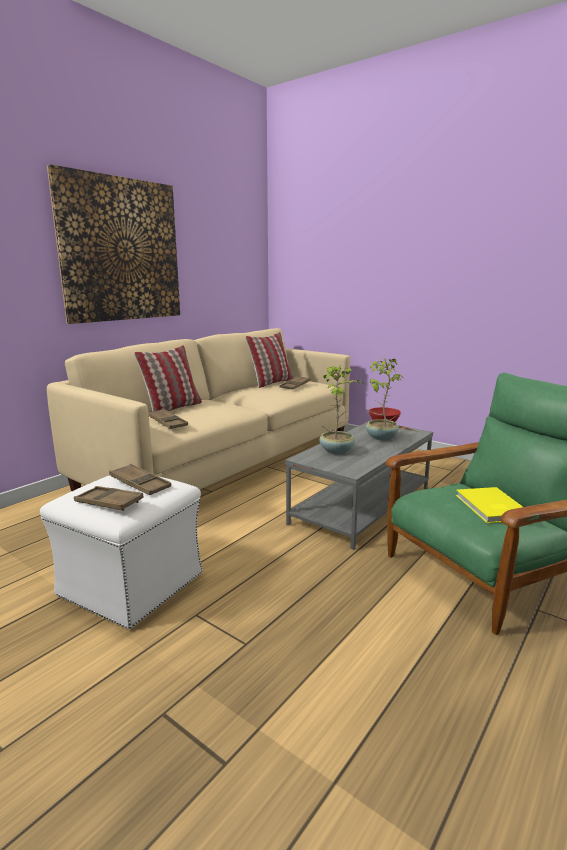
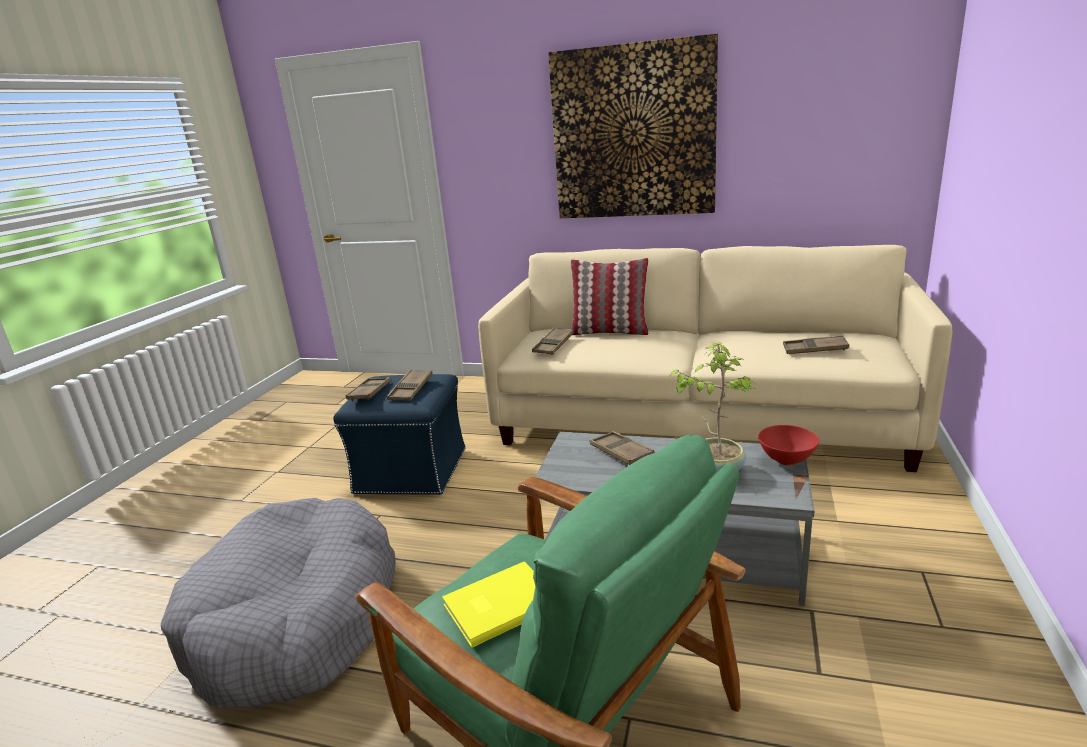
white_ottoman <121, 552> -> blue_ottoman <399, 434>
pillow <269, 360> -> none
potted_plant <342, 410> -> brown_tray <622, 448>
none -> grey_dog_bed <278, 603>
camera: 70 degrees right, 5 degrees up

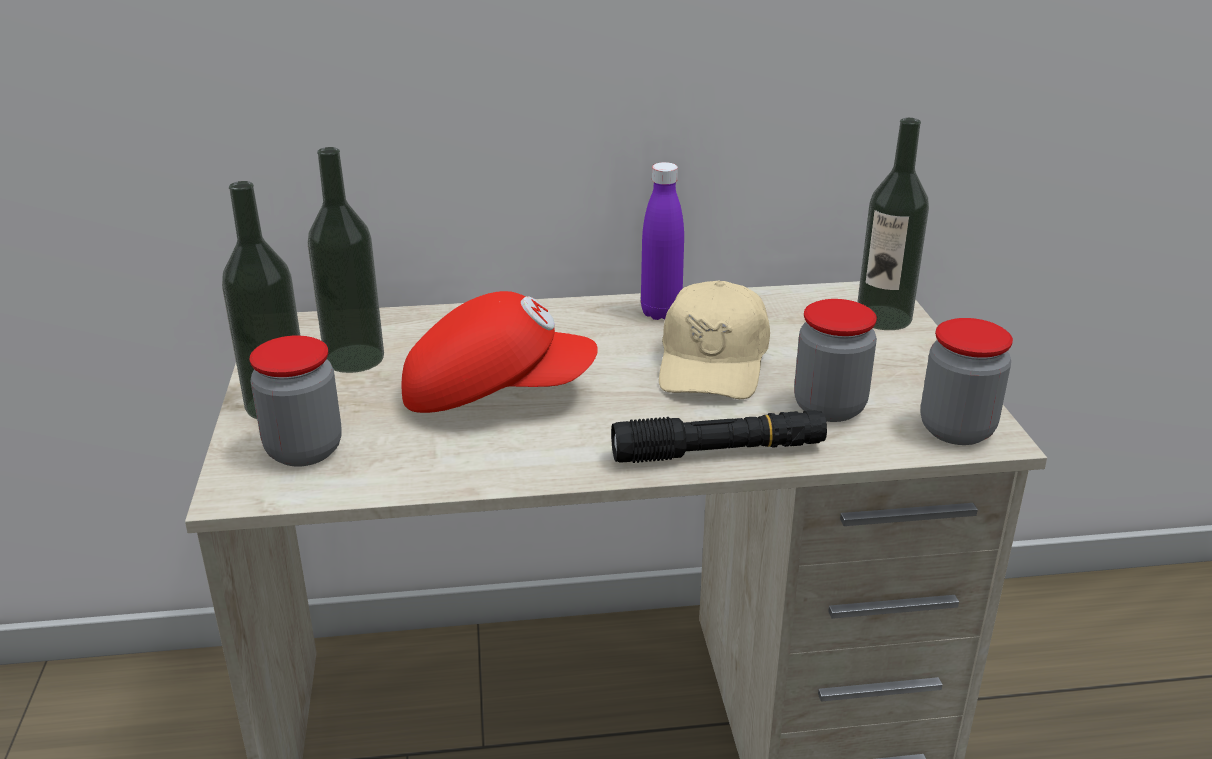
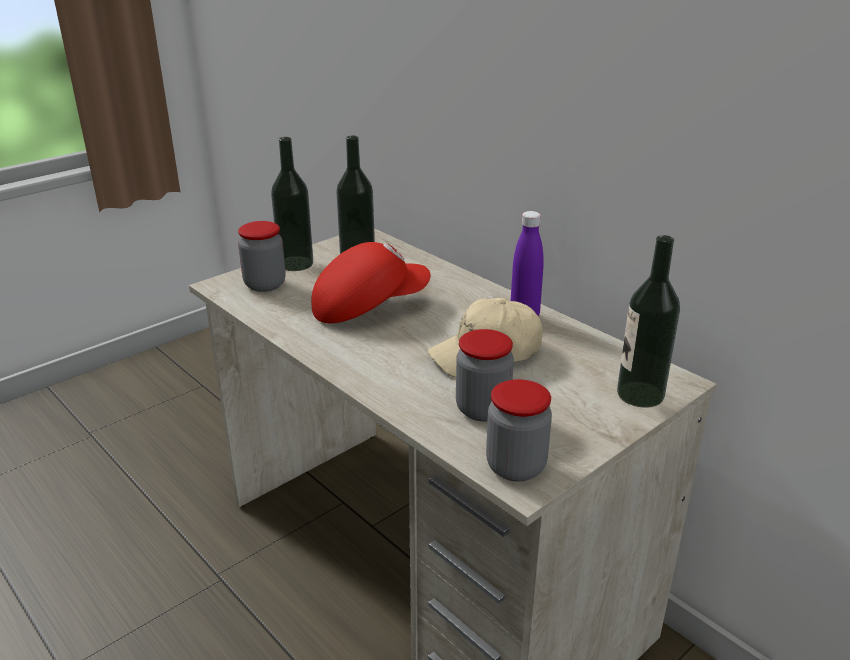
red_cap <500, 352> -> red_cap <371, 282>, 75 degrees counterclockwise
black_flashlight <719, 436> -> none
camera: 55 degrees right, 0 degrees up

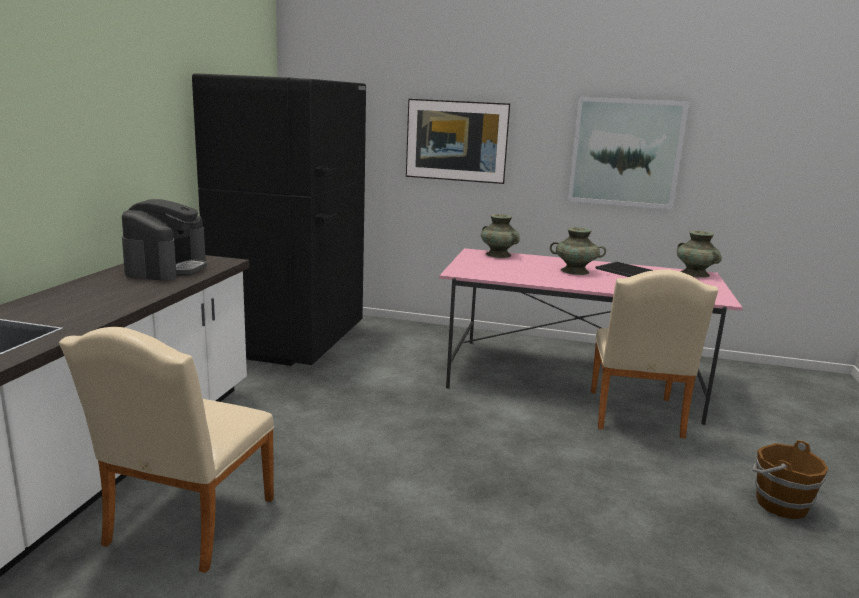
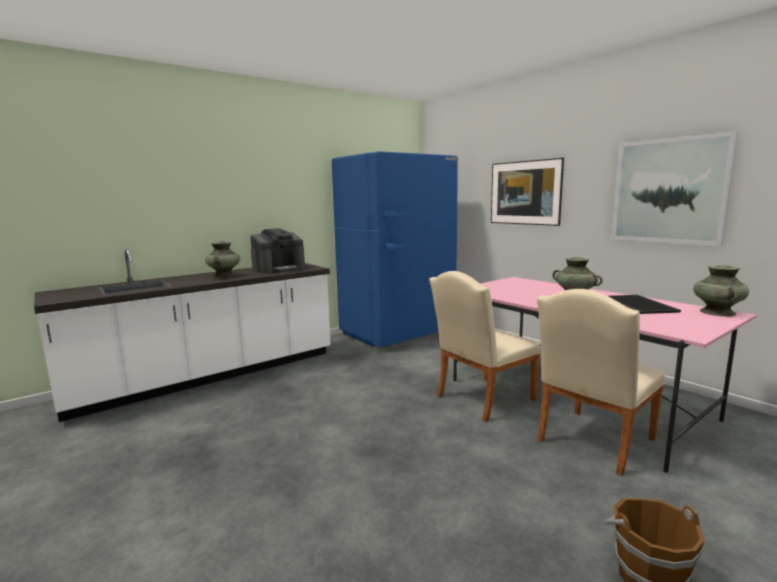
beige_chair <166, 450> -> beige_chair <484, 346>, shifted
black_fridge <279, 219> -> blue_fridge <395, 249>
turquoise_vase <500, 236> -> turquoise_vase <222, 259>, shifted
camera: 40 degrees right, 5 degrees down

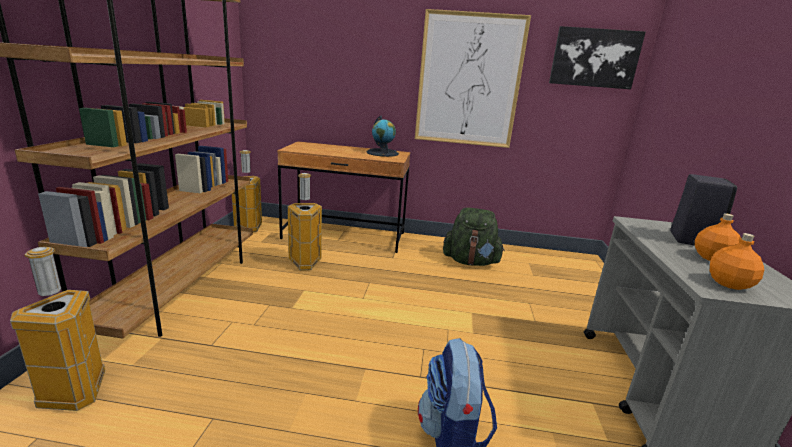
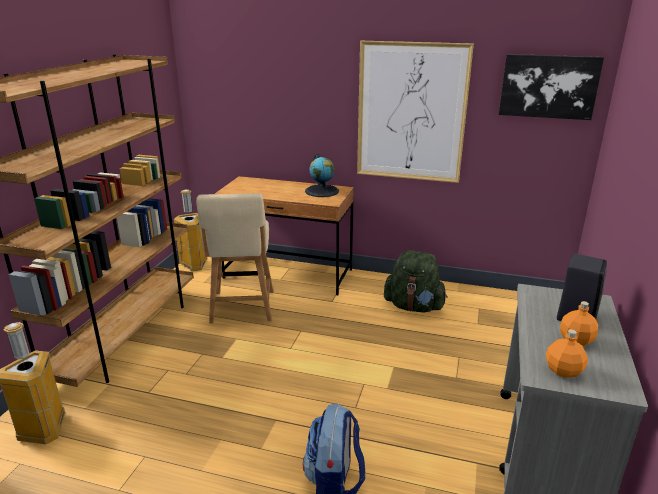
trash_can <305, 222> -> beige_chair <234, 258>
camera: 10 degrees right, 5 degrees up

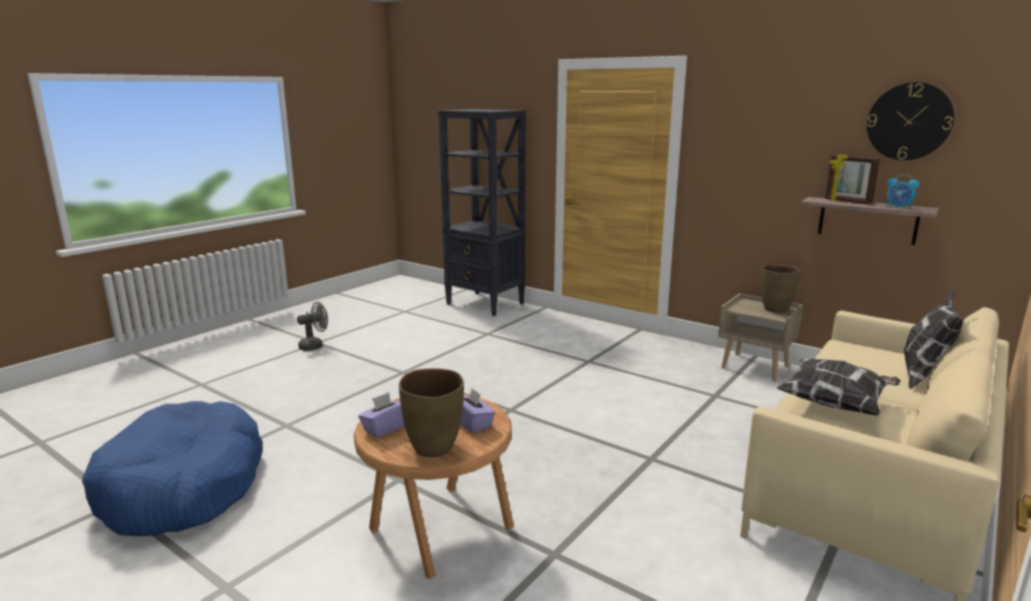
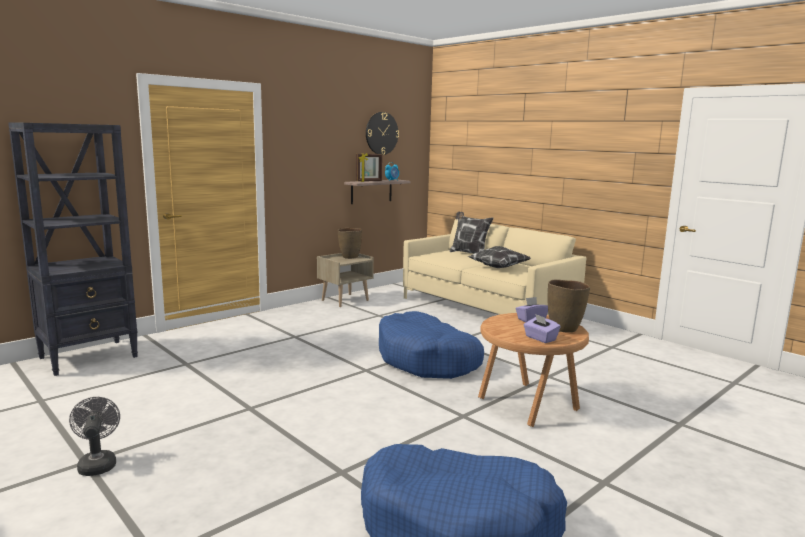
none -> blue_dog_bed <431, 345>
camera: 80 degrees left, 5 degrees down

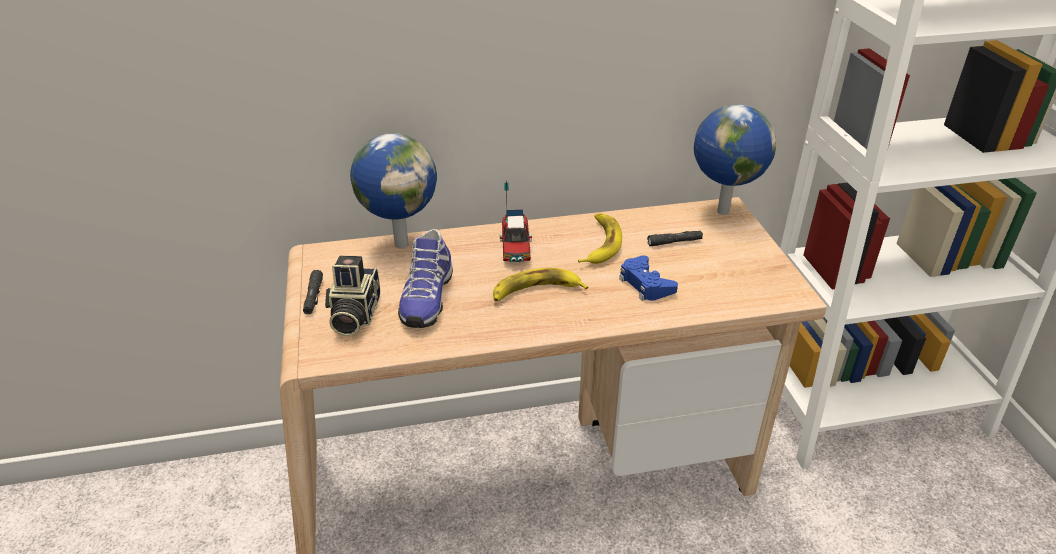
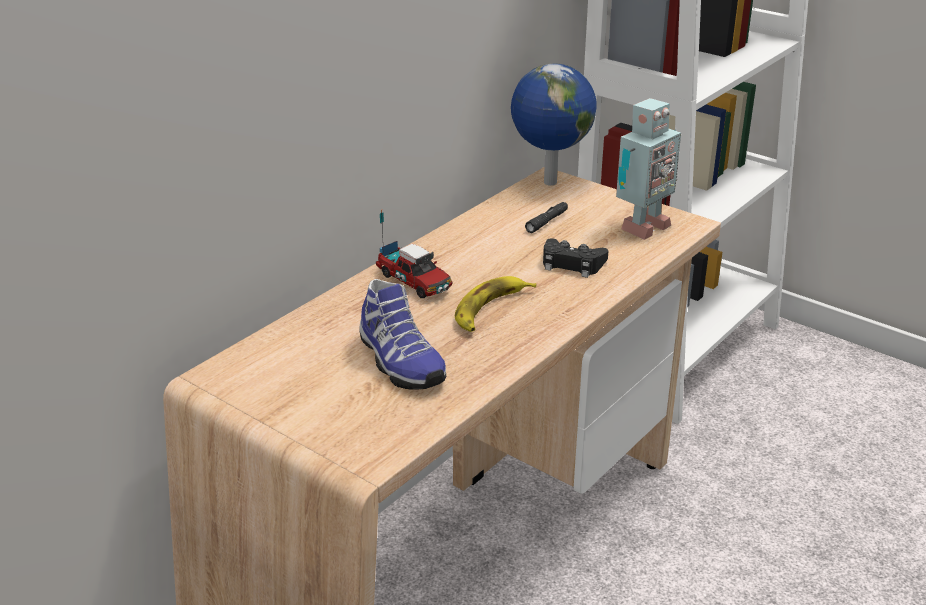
black_flashlight <313, 292> -> none
photo_camera <352, 296> -> none
globe <393, 191> -> none
banana <600, 238> -> none
blue_game_controller <648, 278> -> black_game_controller <575, 258>
none -> toy_robot <648, 169>
camera: 40 degrees left, 5 degrees down

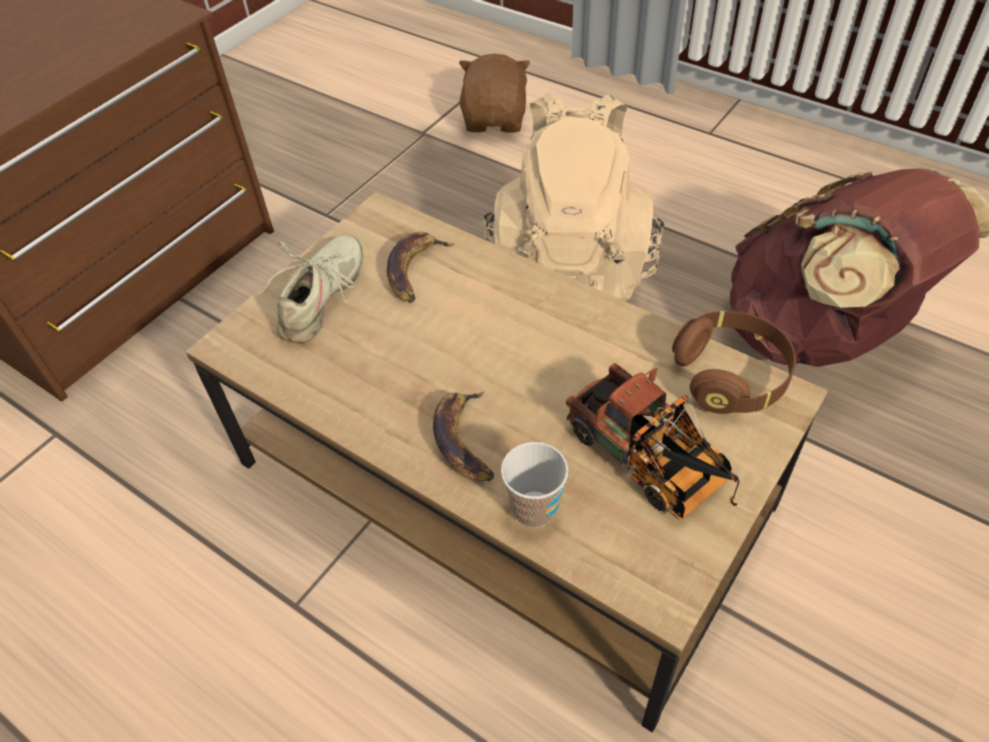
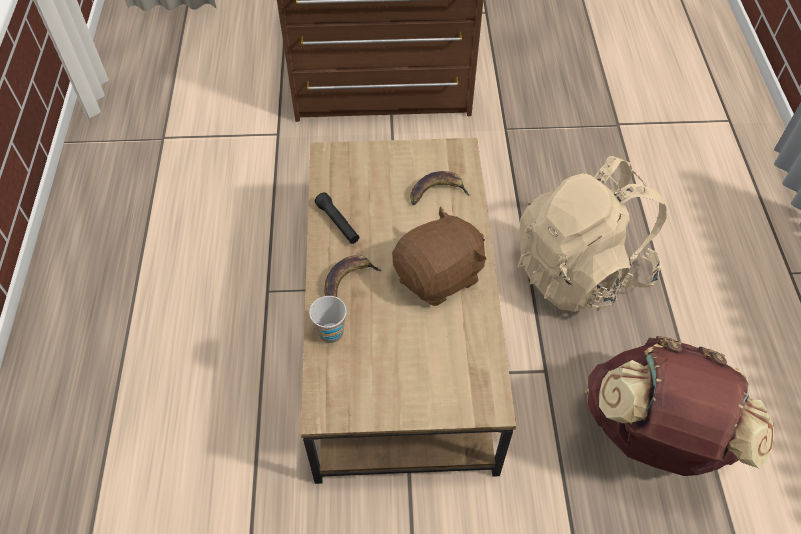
beige_shoe <311, 289> -> none
brown_plush_toy <494, 93> -> brown_plush_toy <439, 256>, shifted
toy_truck <652, 441> -> none
brown_headphones <734, 362> -> none
none -> black_flashlight <337, 218>
camera: 50 degrees right, 5 degrees up

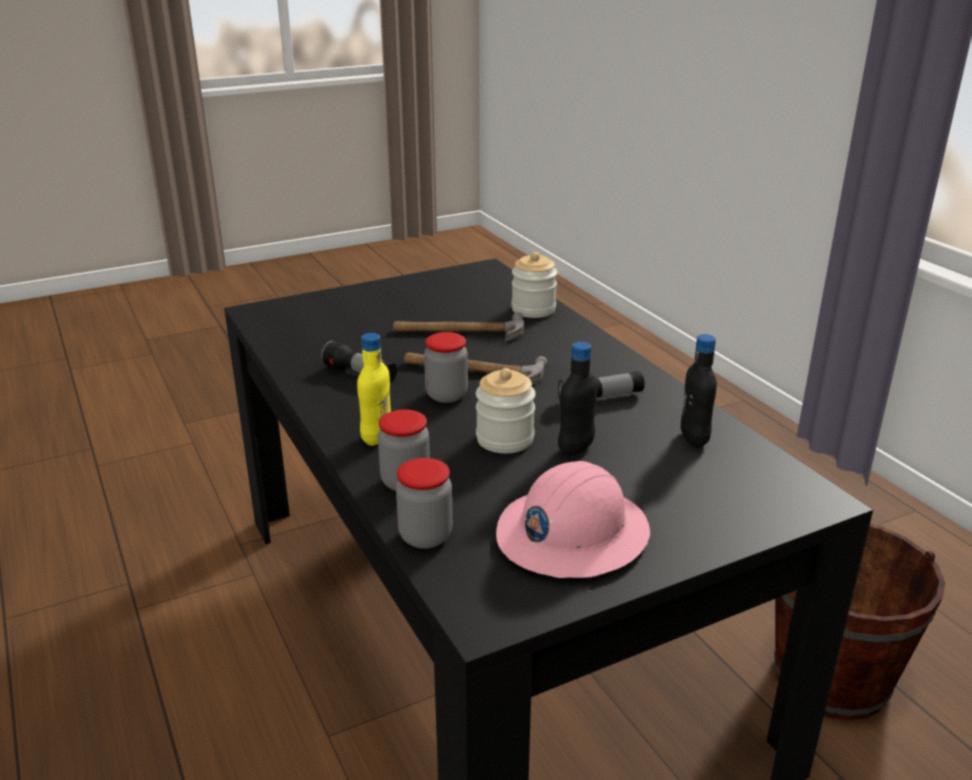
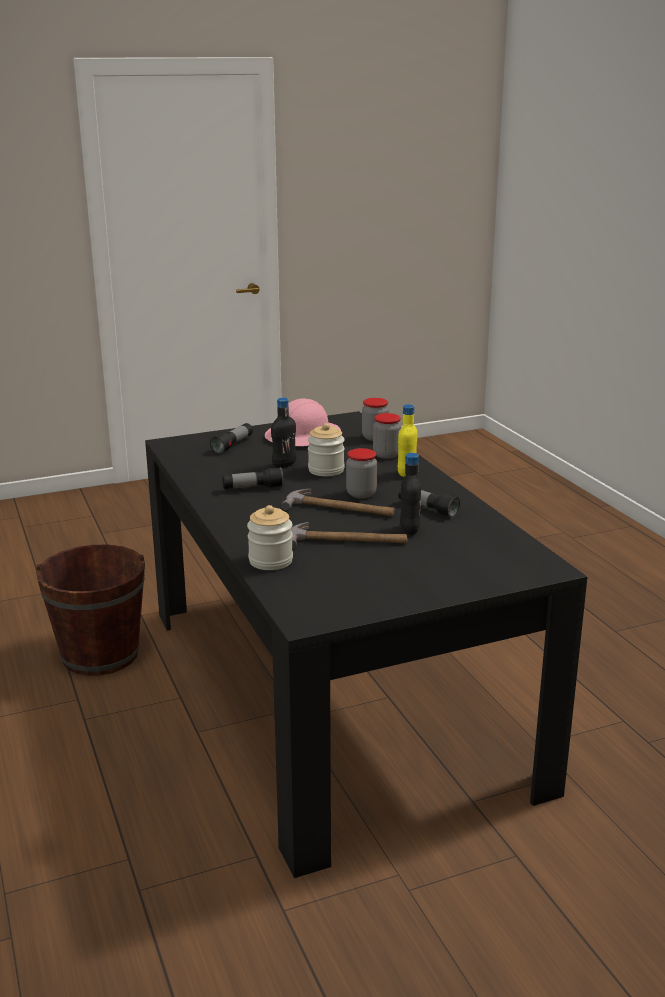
black_bottle <699, 391> -> black_bottle <410, 494>, shifted
none -> flashlight <231, 438>
camera: 175 degrees left, 5 degrees down

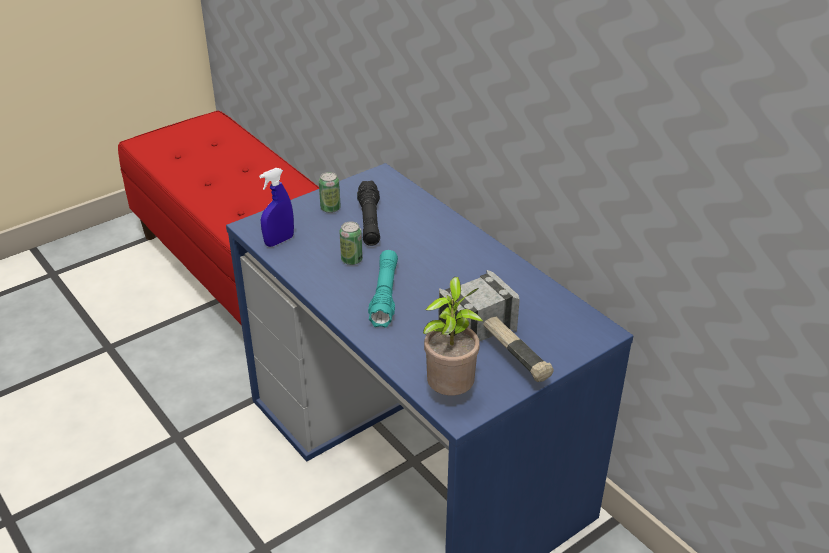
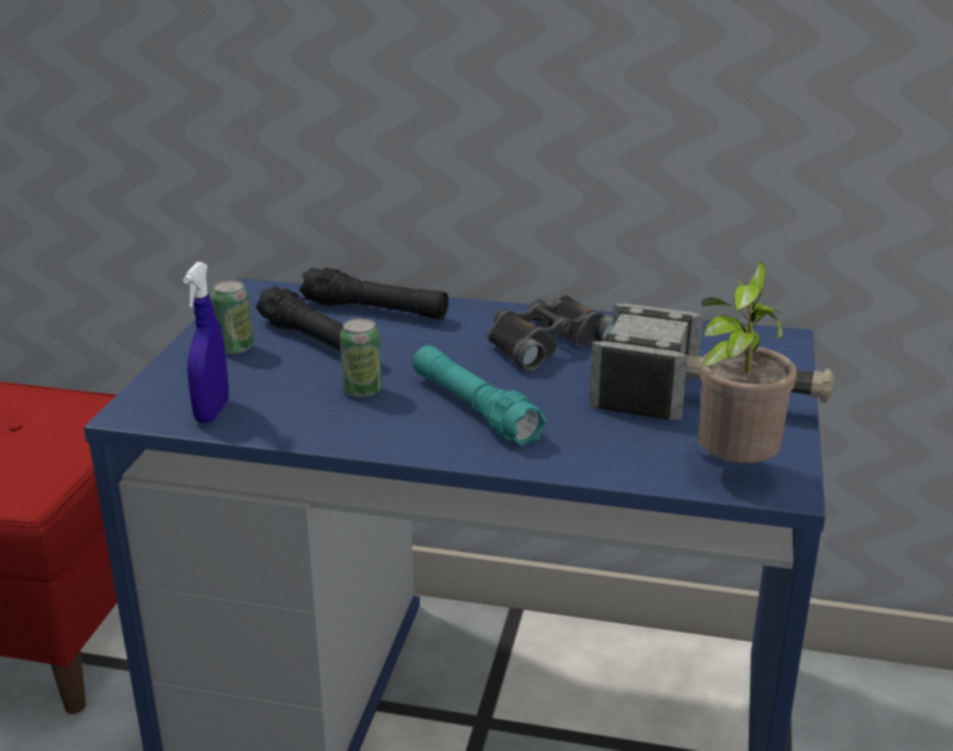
none -> black_flashlight <374, 293>
none -> black_binoculars <550, 333>
camera: 40 degrees left, 10 degrees down

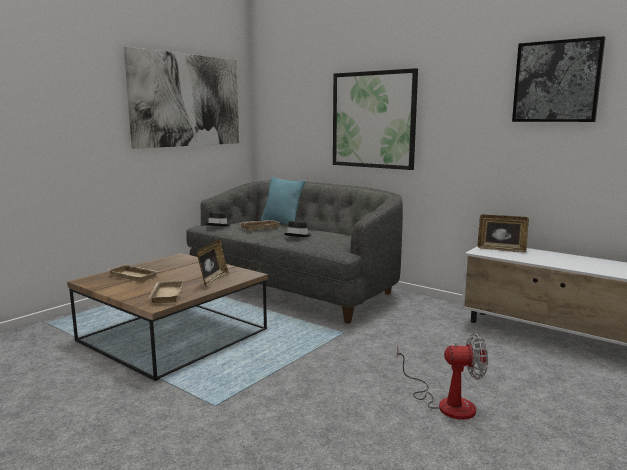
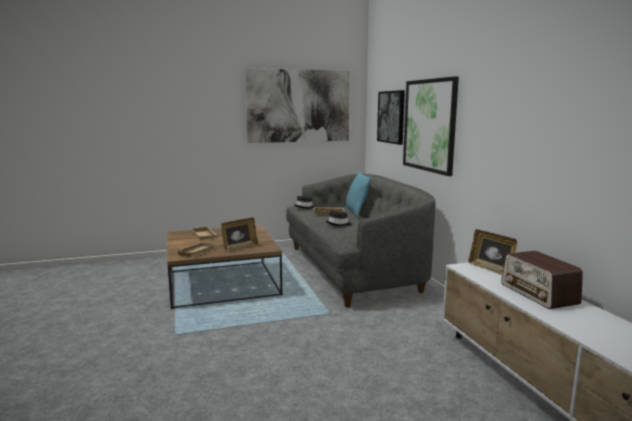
fan <442, 376> -> none
picture <559, 79> -> picture <391, 117>, shifted
none -> radio <542, 280>
camera: 35 degrees right, 0 degrees up

